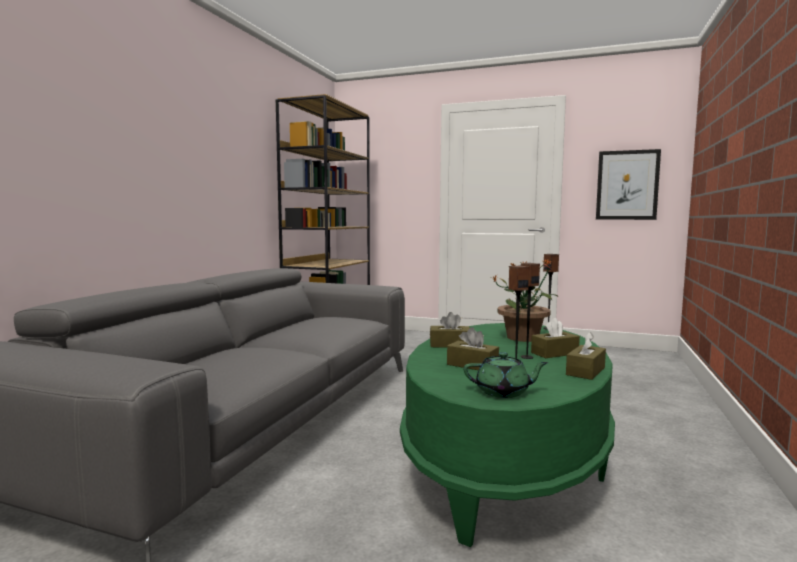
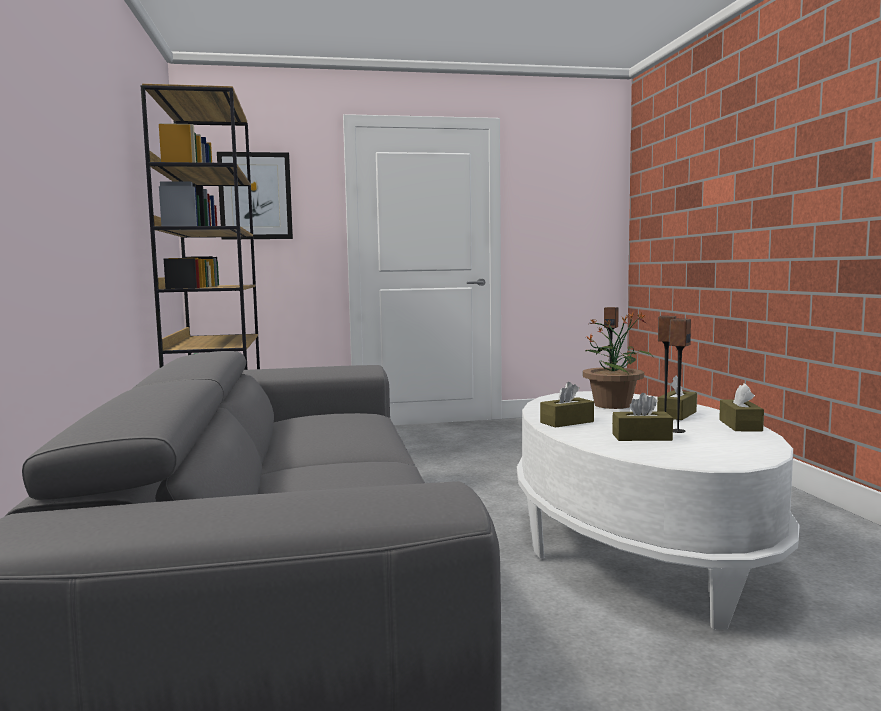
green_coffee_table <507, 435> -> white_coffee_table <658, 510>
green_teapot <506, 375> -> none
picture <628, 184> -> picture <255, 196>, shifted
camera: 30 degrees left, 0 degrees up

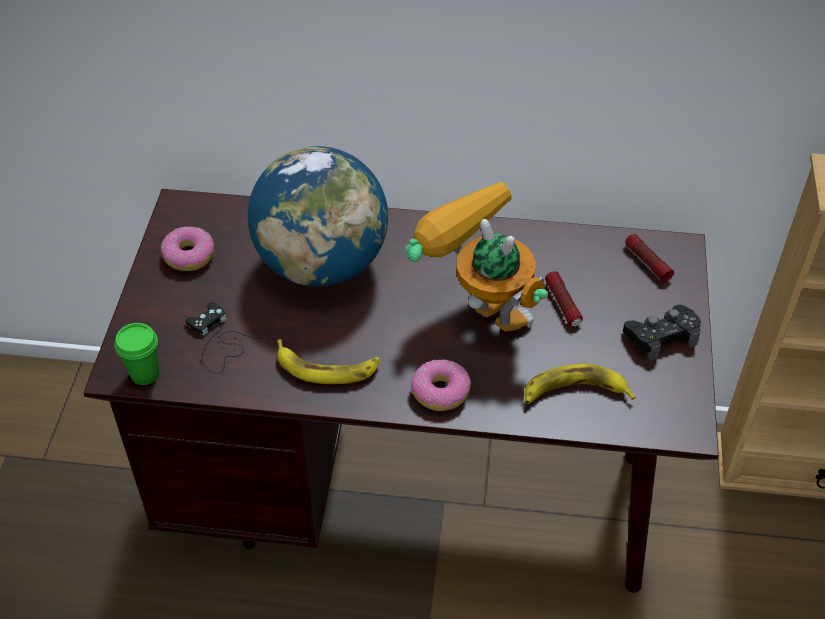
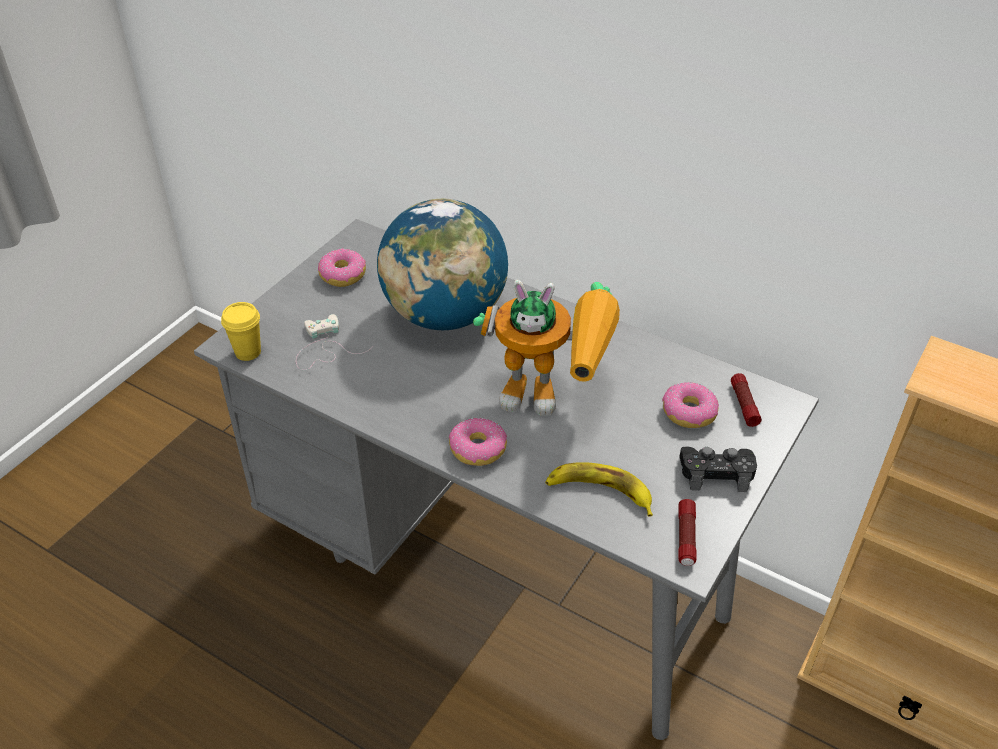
brown_desk <400, 391> -> grey_desk <506, 479>
green_cup <136, 354> -> yellow_cup <241, 331>
black_game_controller <230, 338> -> white_game_controller <333, 342>
banana <329, 361> -> none
toy_robot <476, 256> -> toy_robot <546, 347>, 120 degrees clockwise
flashlight <564, 299> -> flashlight <687, 532>, shifted
none -> donut <690, 405>
camera: 25 degrees right, 5 degrees down

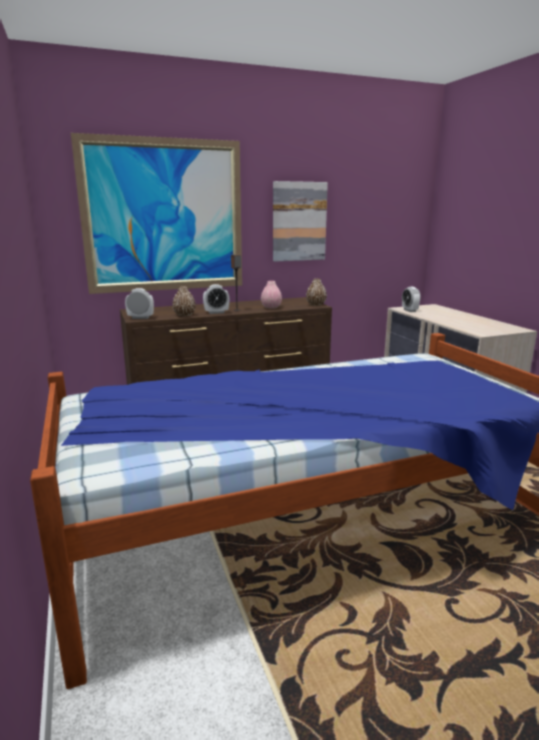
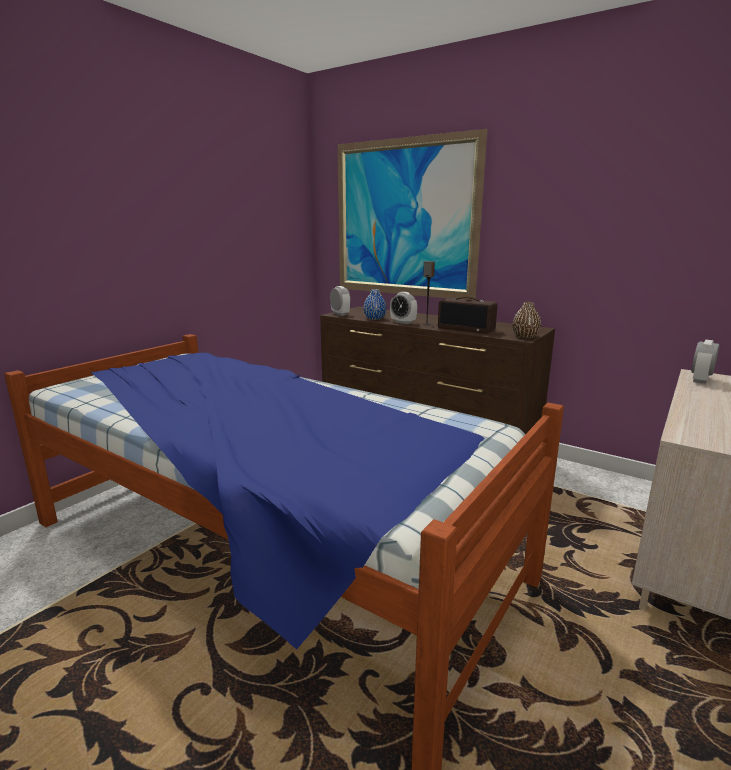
brown_vase <184, 301> -> blue_vase <375, 304>
pink_vase <271, 295> -> radio <468, 315>
picture <300, 221> -> none
camera: 55 degrees right, 0 degrees up

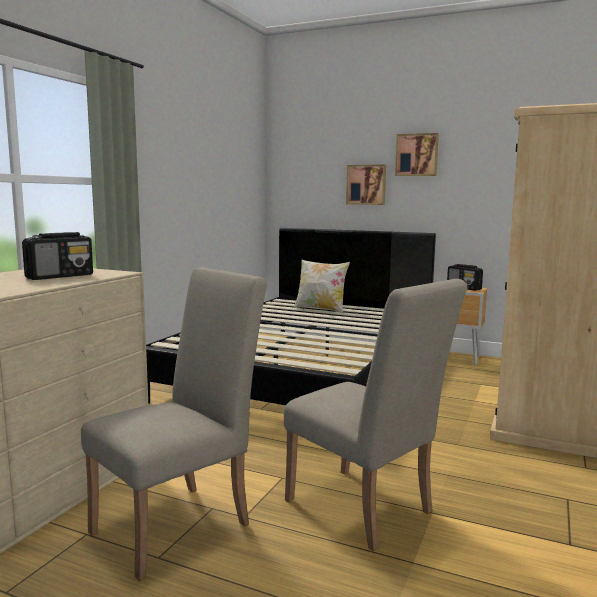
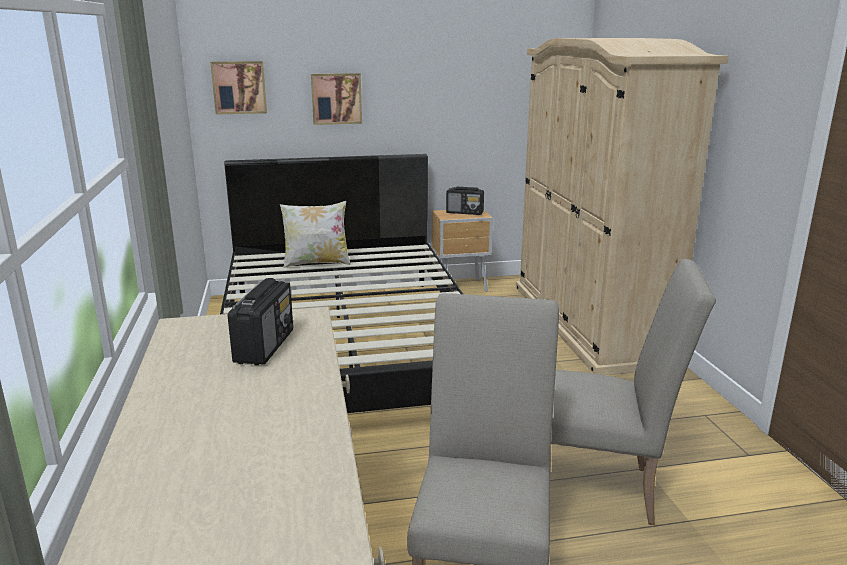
picture <417, 154> -> picture <238, 87>, shifted
camera: 35 degrees left, 10 degrees up

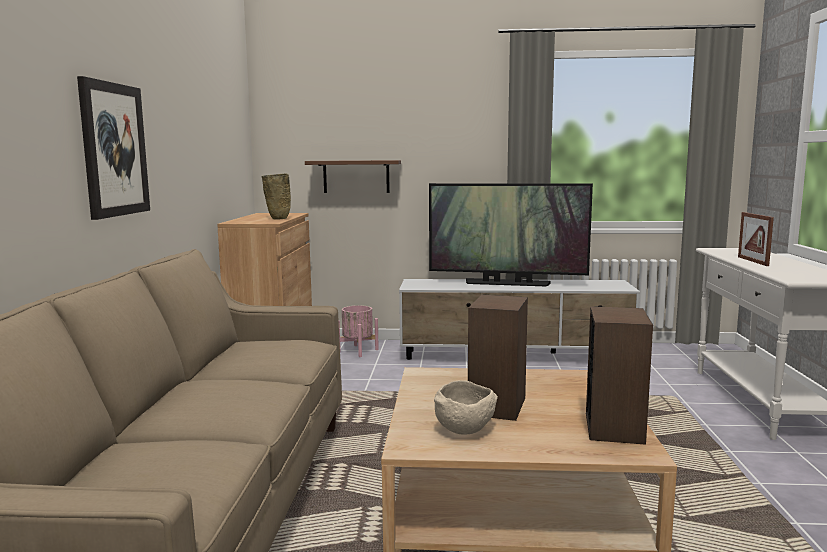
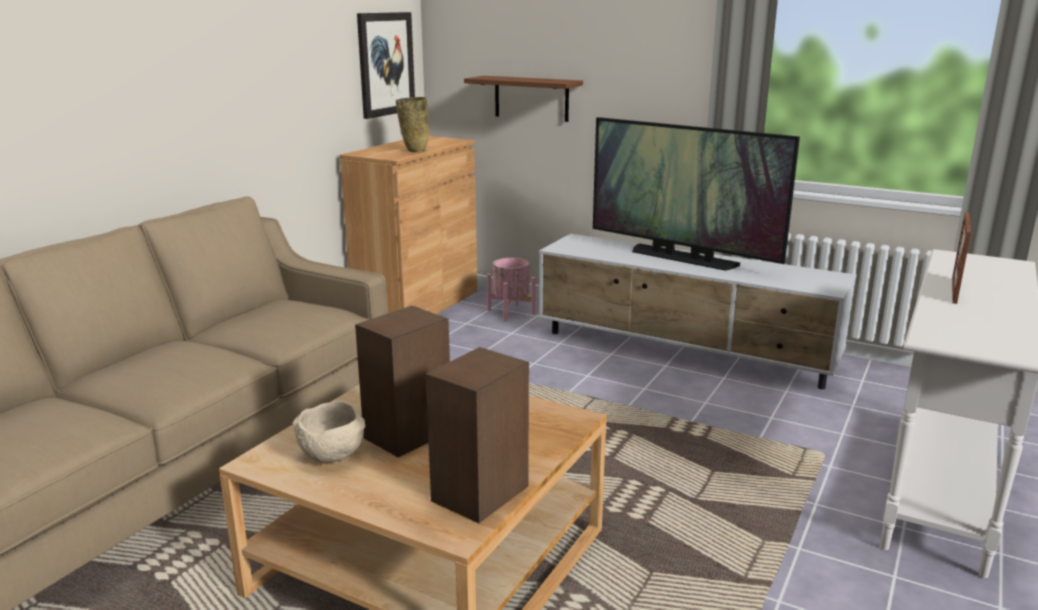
picture <113, 148> -> picture <386, 65>, shifted
camera: 25 degrees right, 10 degrees up

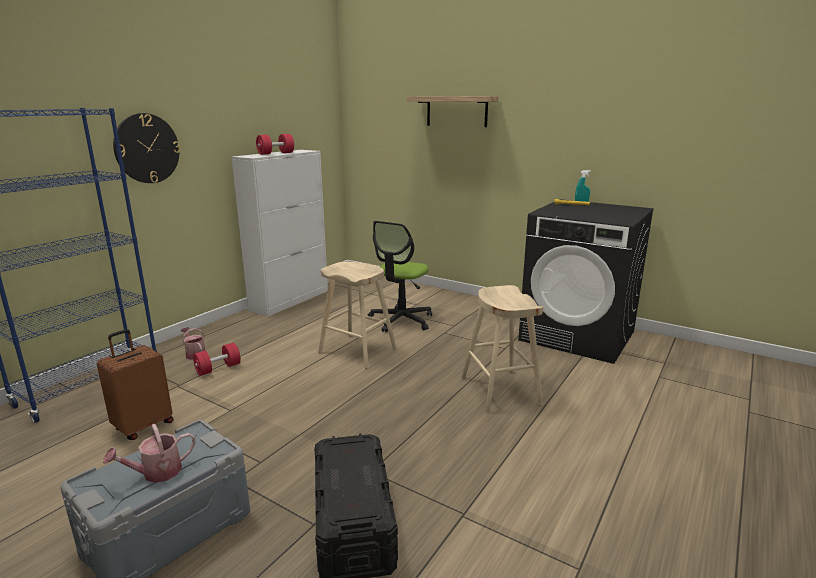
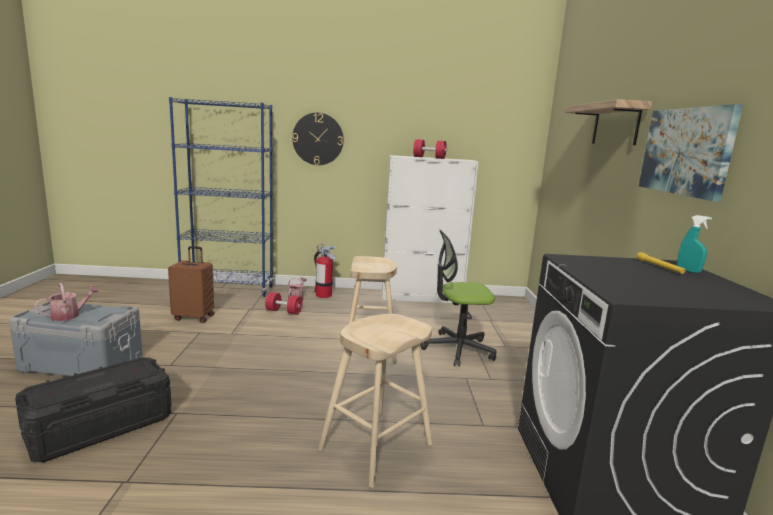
watering_can <149, 453> -> watering_can <67, 302>, 120 degrees clockwise
none -> fire_extinguisher <325, 270>
none -> picture <691, 153>
camera: 55 degrees right, 5 degrees down

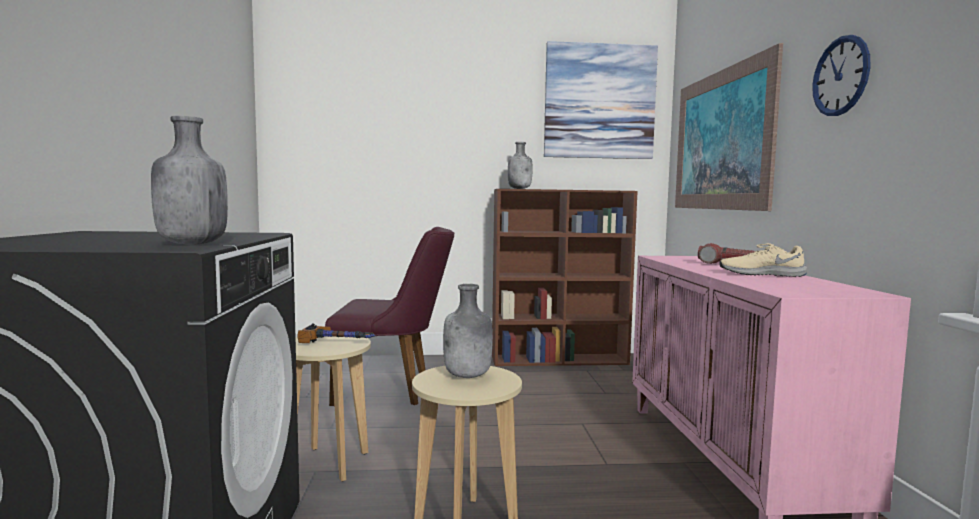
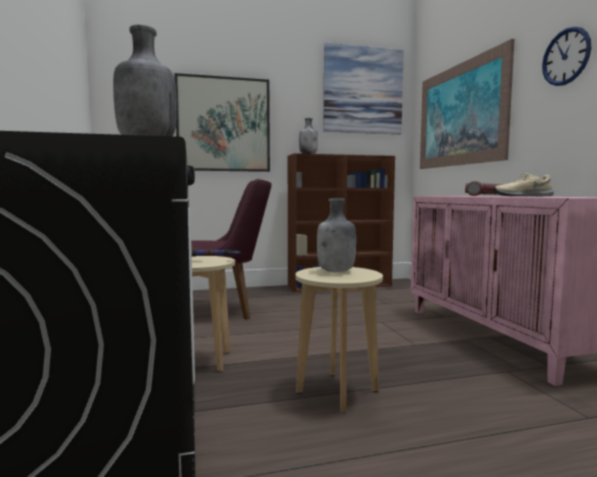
none -> picture <222, 122>
camera: 10 degrees left, 0 degrees up

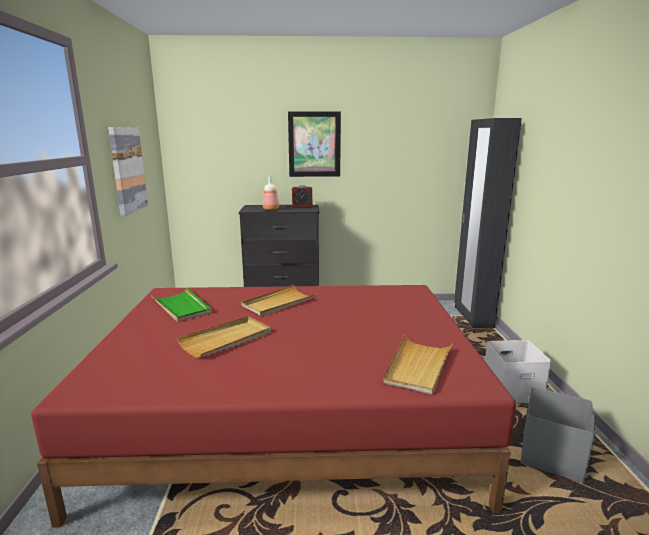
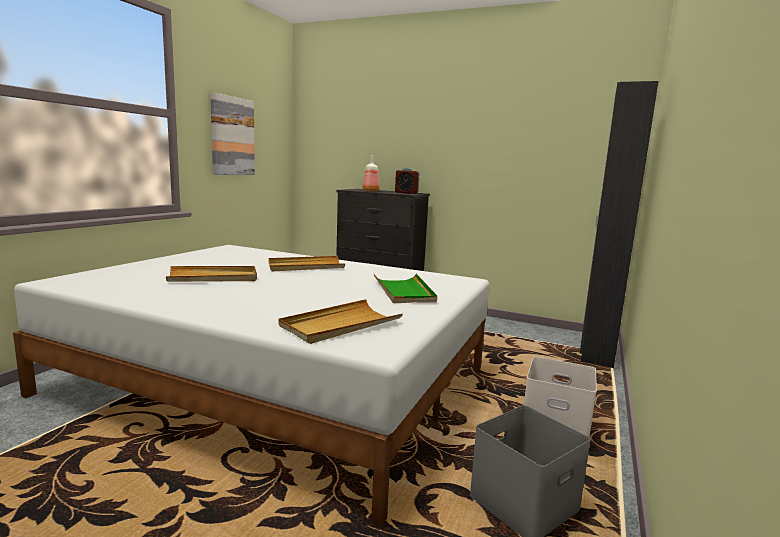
red_bed <273, 406> -> white_bed <251, 386>
green_tray <181, 305> -> green_tray <405, 288>, shifted
picture <314, 144> -> none
camera: 25 degrees right, 5 degrees down

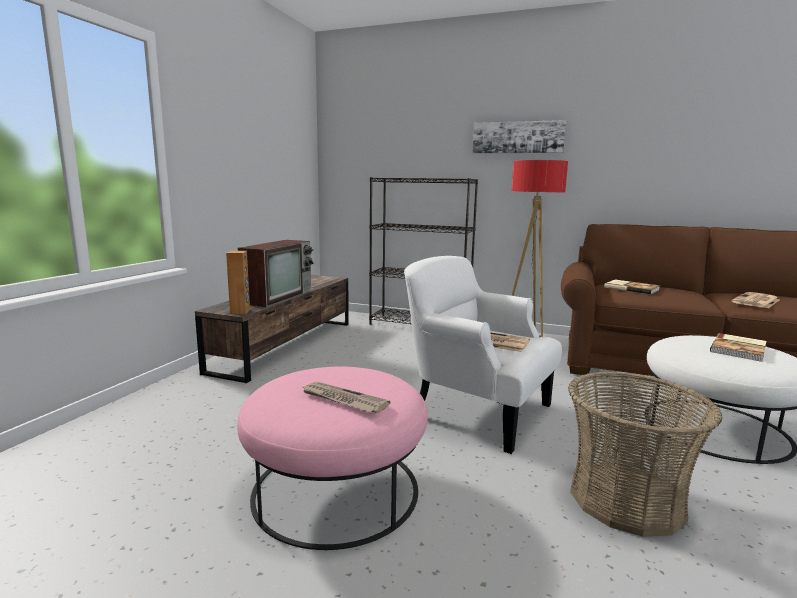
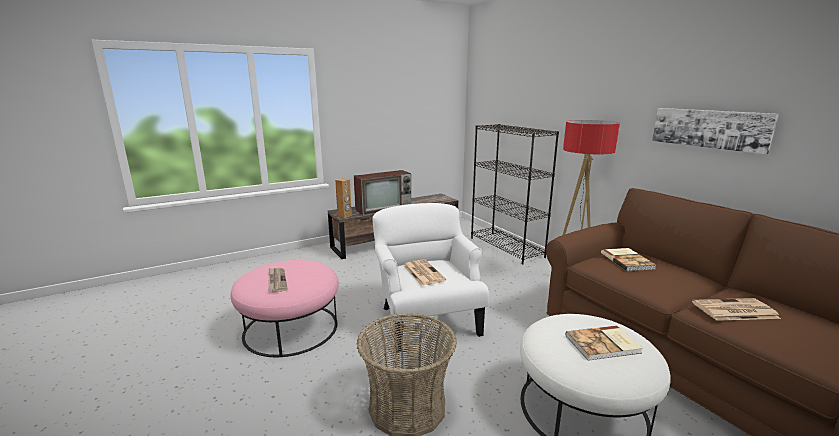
picture <519, 137> -> picture <715, 131>, shifted
camera: 40 degrees right, 5 degrees up

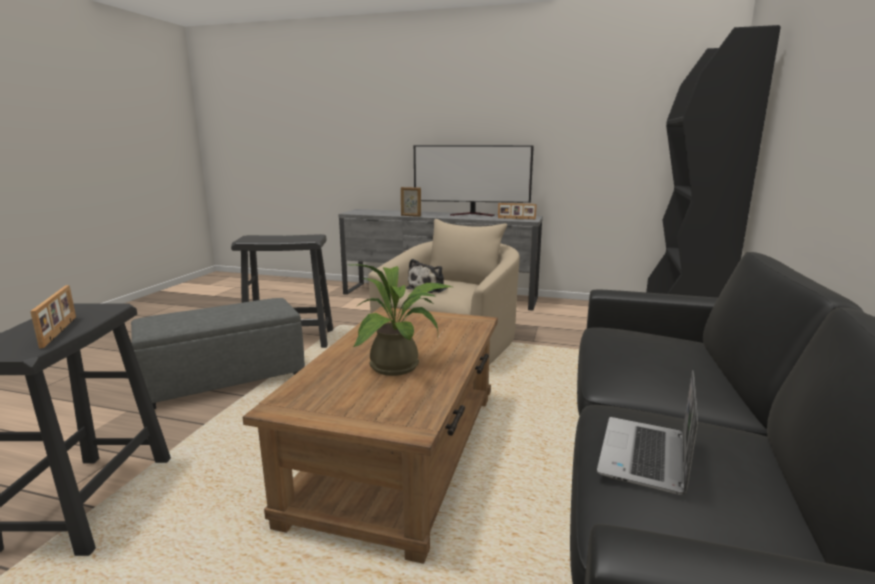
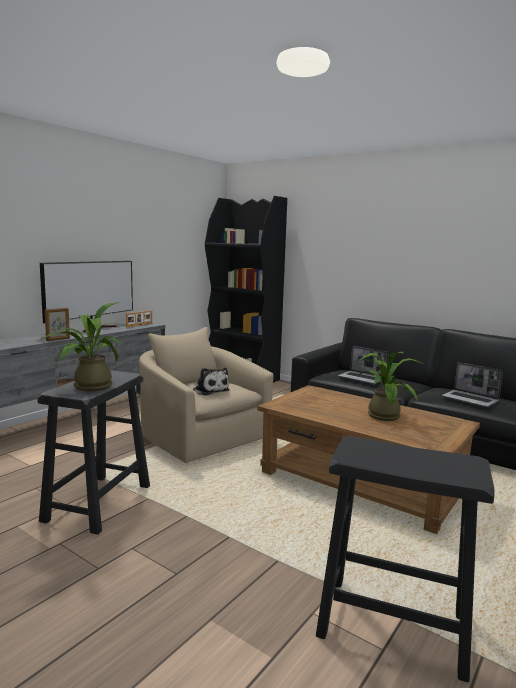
picture_frame <53, 316> -> none
grey_ottoman <218, 353> -> none
none -> potted_plant <82, 347>
none -> laptop <363, 365>
camera: 70 degrees left, 5 degrees down

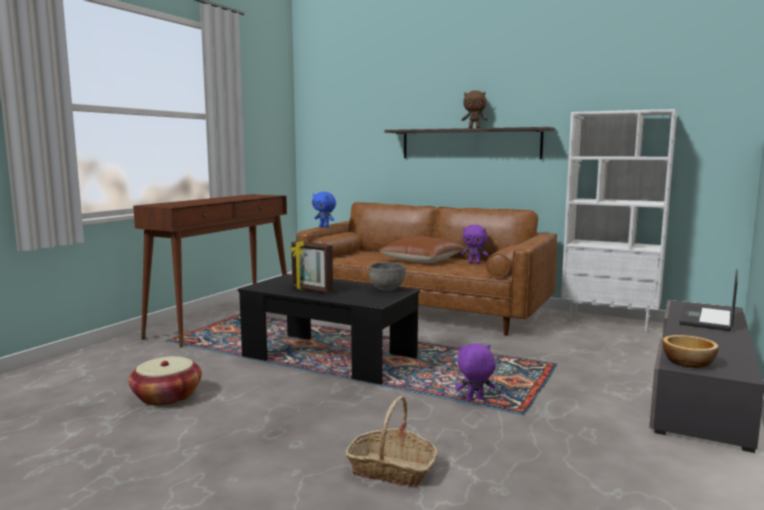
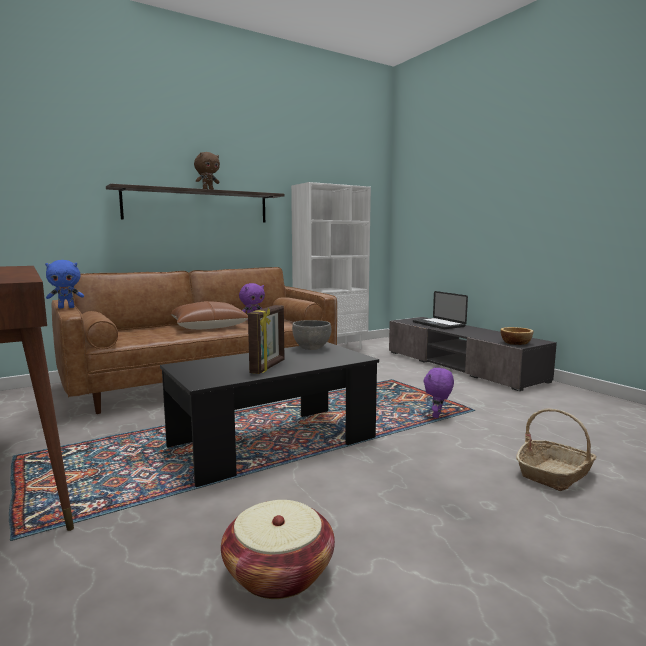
picture_frame <311, 267> -> picture_frame <266, 339>, 45 degrees counterclockwise
camera: 60 degrees left, 0 degrees up

